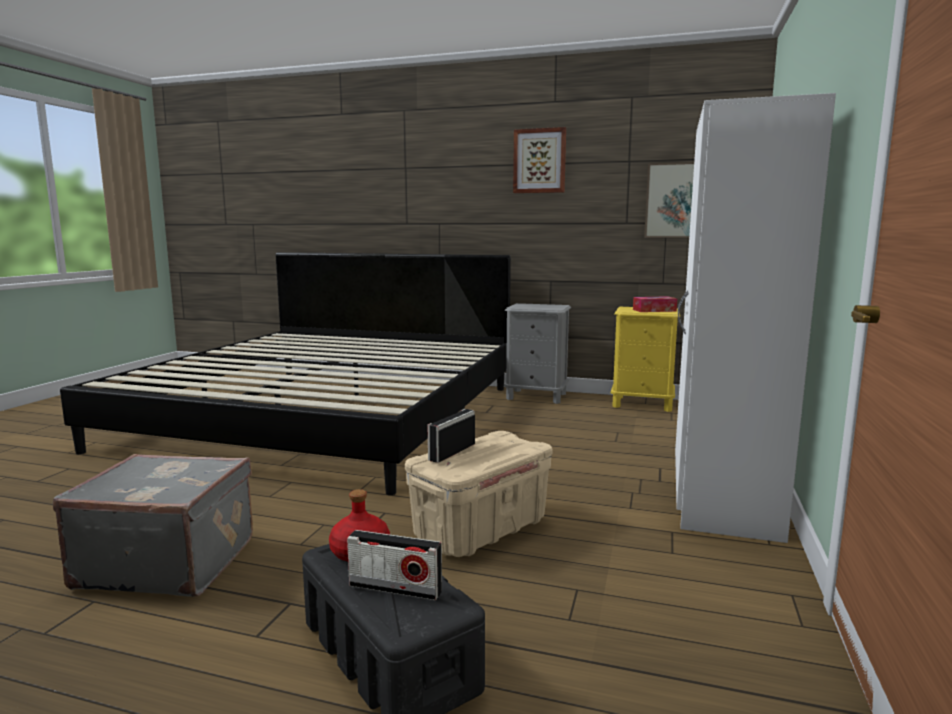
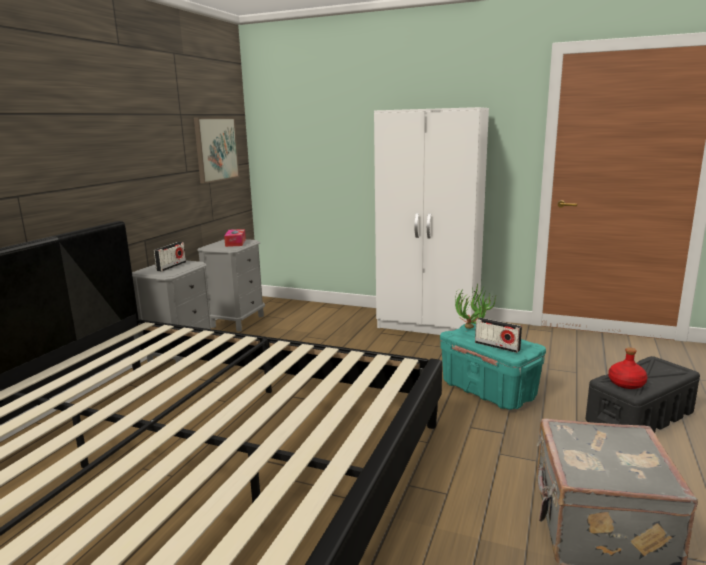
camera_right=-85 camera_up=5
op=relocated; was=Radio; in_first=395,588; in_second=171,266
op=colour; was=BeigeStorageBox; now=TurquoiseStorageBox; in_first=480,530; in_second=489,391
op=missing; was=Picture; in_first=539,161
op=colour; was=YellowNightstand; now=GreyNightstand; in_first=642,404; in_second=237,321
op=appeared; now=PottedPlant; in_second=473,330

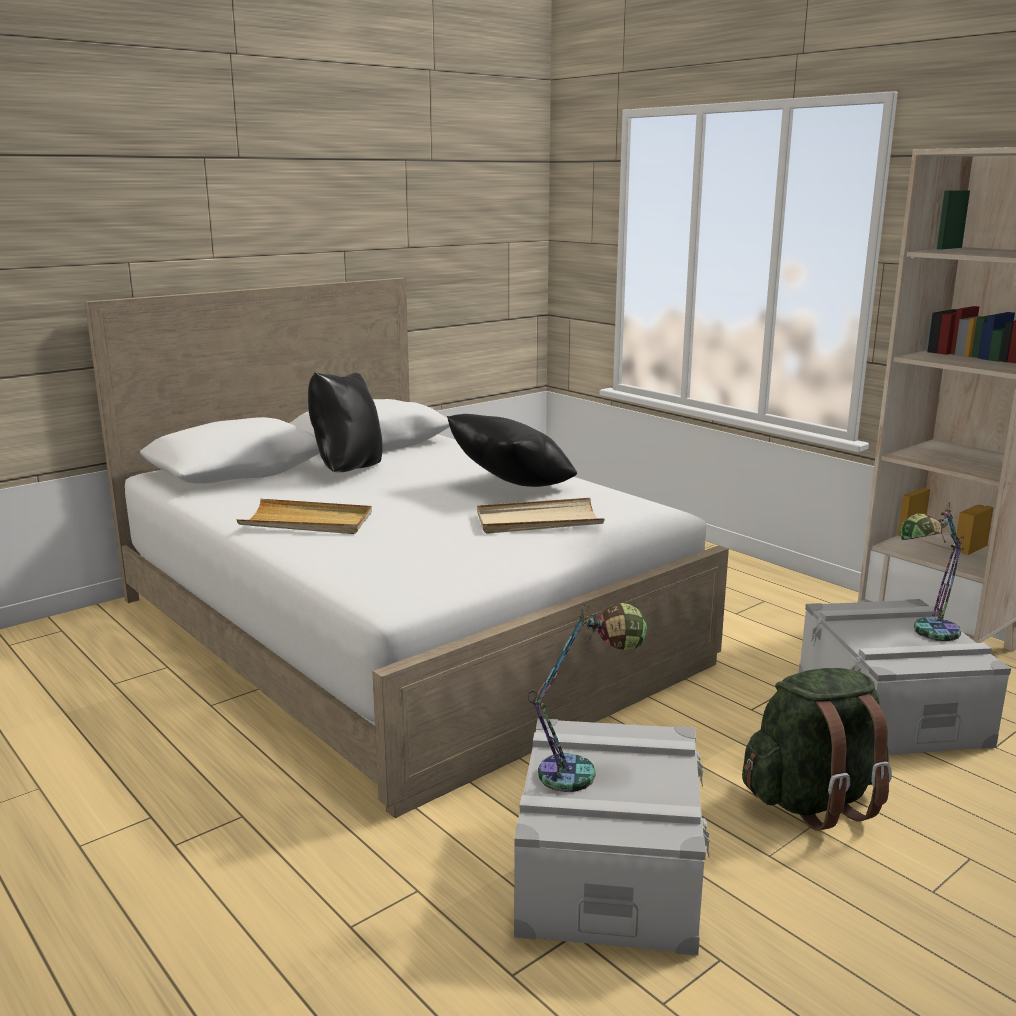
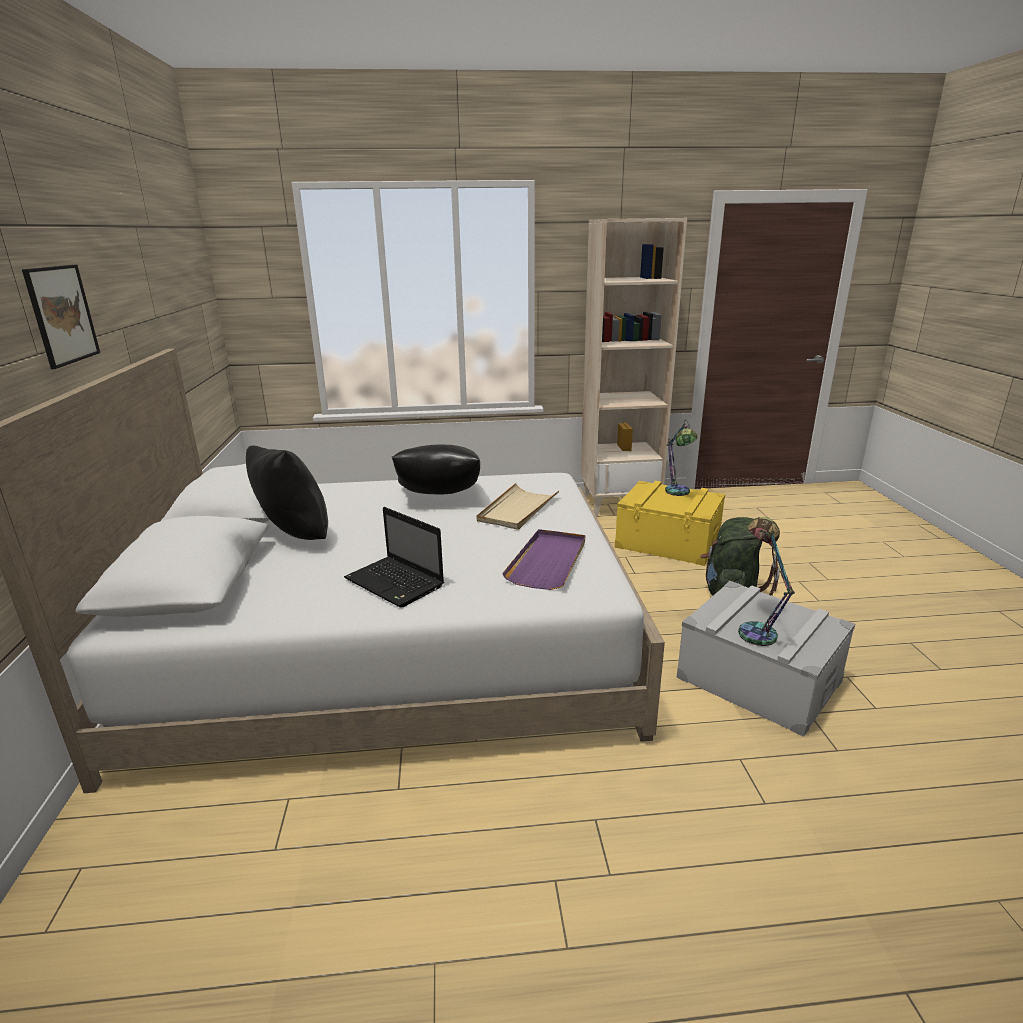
camera_right=-55 camera_up=5
op=exchanged; was=BeigeTray; now=Laptop; in_first=307,522; in_second=396,583
op=colour; was=GreyStorageBox; now=YellowStorageBox; in_first=891,709; in_second=668,541
op=appeared; now=Picture; in_second=62,315
op=appeared; now=PurpleTray; in_second=548,562

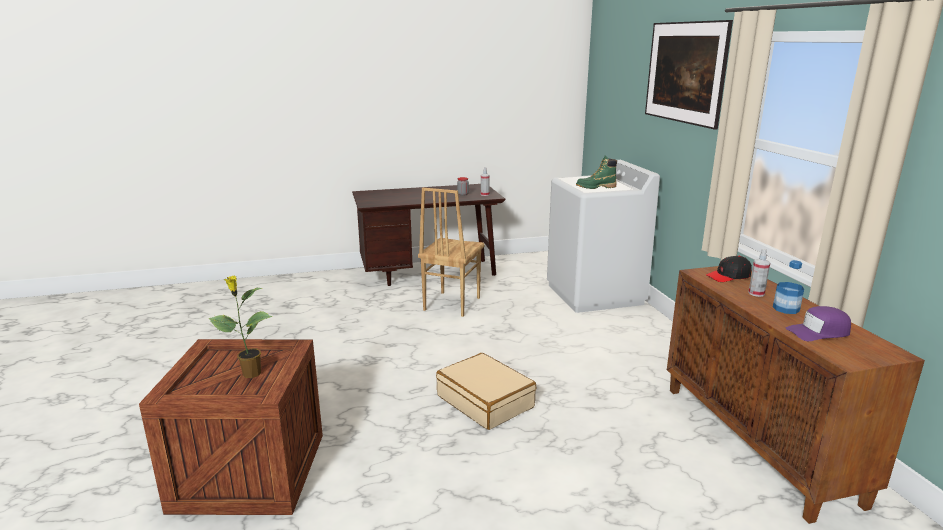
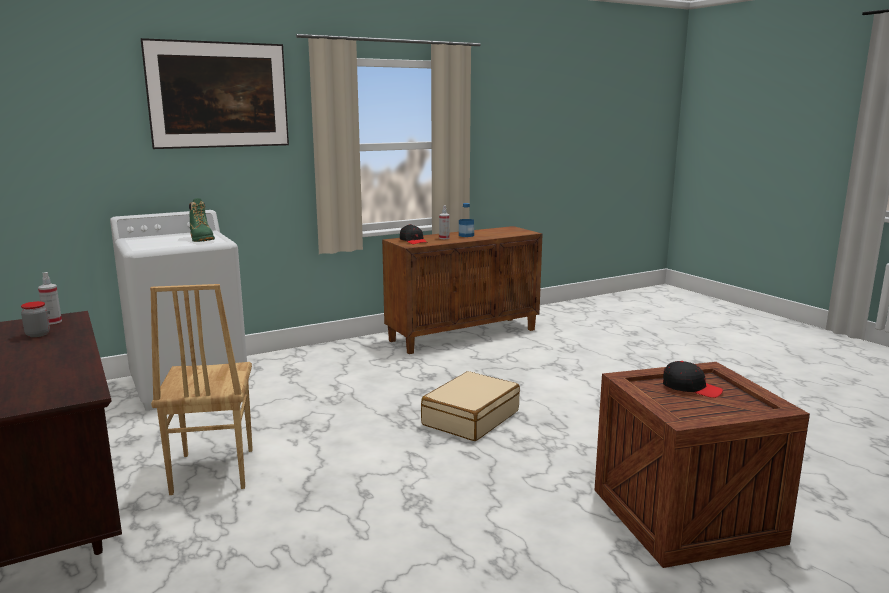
camera_right=-105 camera_up=-5
op=exchanged; was=PottedPlant; now=BlackCap; in_first=250,374; in_second=691,388
op=spun; was=BrownChair; in_first=451,304; in_second=211,471; clockwise=75
op=missing; was=PurpleCap; in_first=818,332

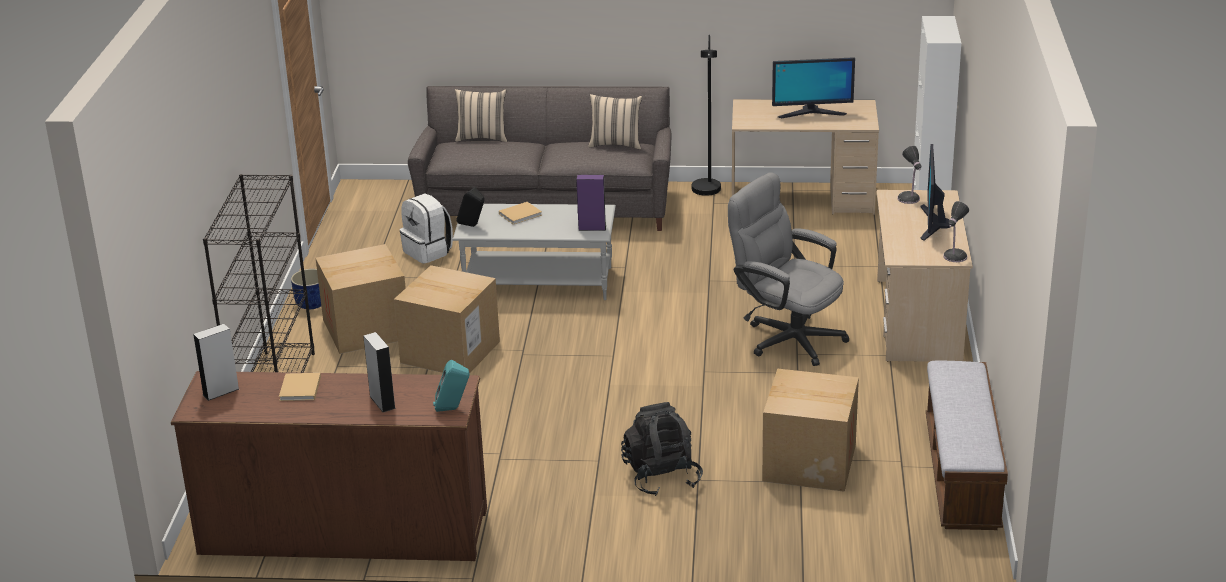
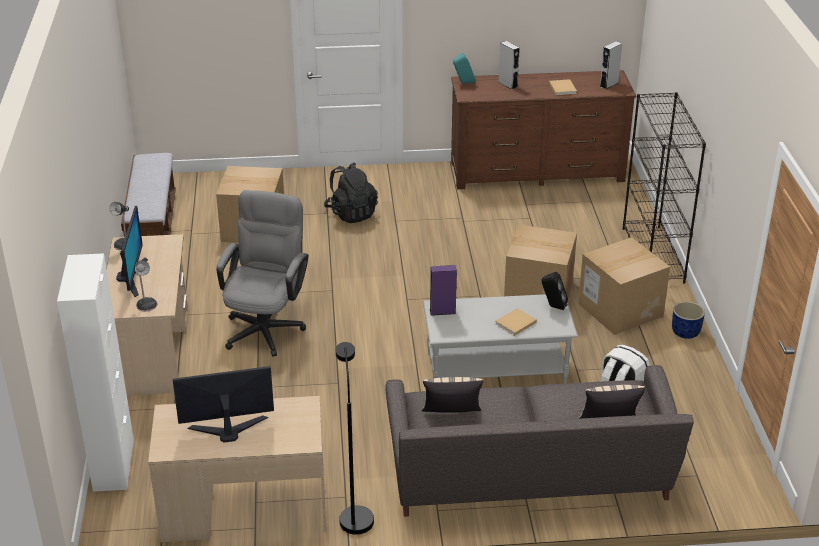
camera_right=170 camera_up=5
op=spun; was=GreyOfficeChair; in_first=786,337; in_second=266,326; clockwise=-105

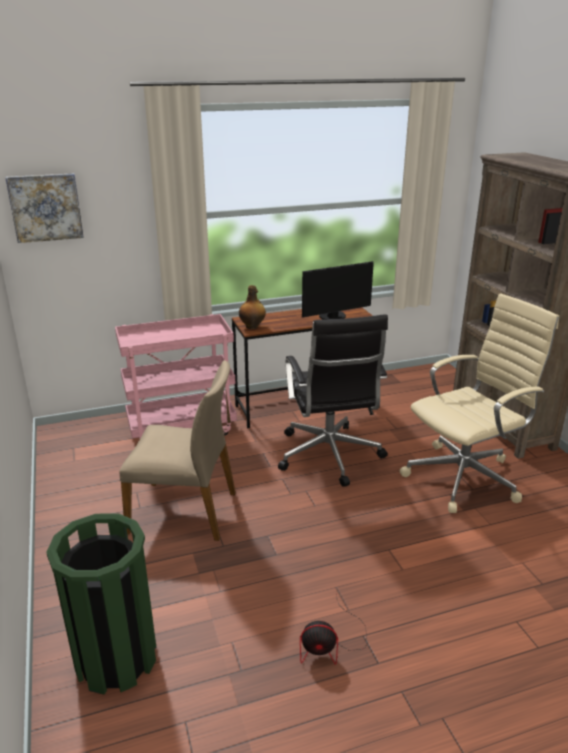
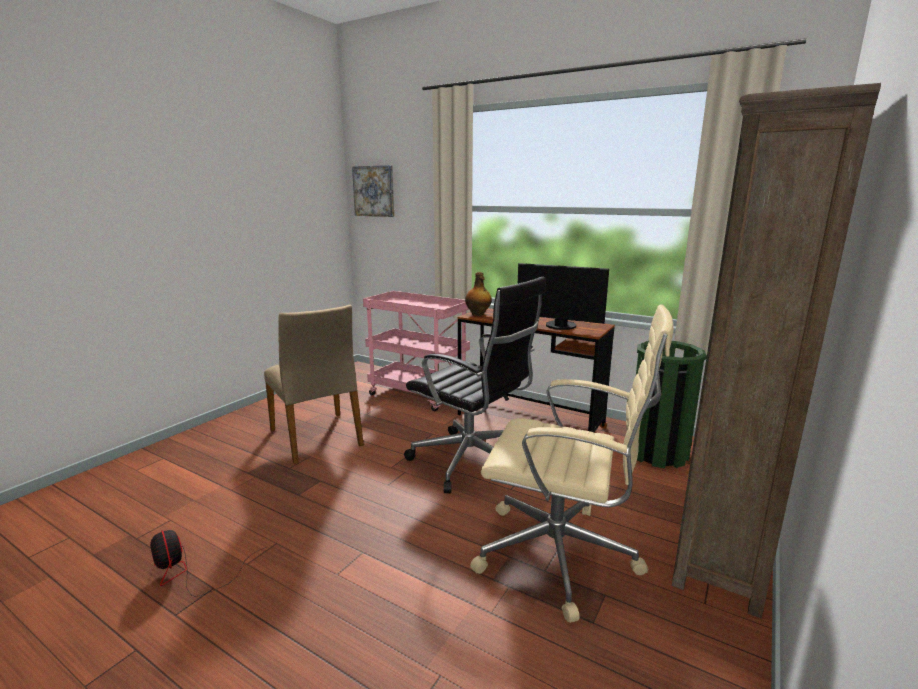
camera_right=50 camera_up=-10
op=relocated; was=GreenTrashCan; in_first=116,658; in_second=657,453
op=spun; was=BlackOfficeChair; in_first=329,456; in_second=472,462; clockwise=-90

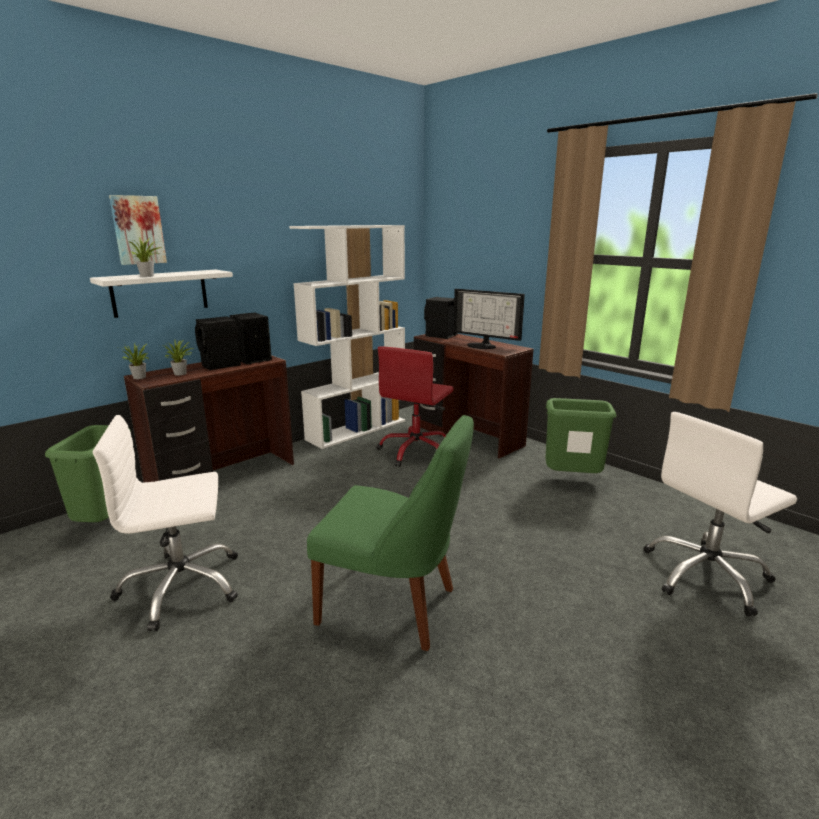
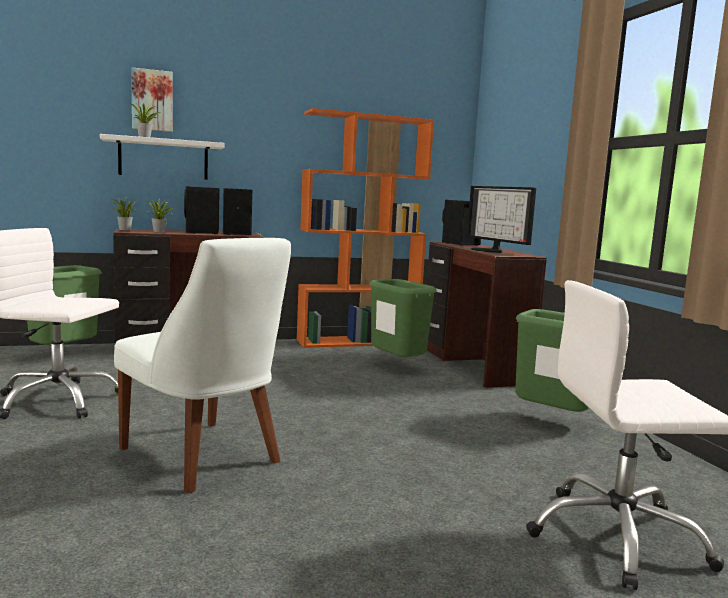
camera_right=25 camera_up=-10
op=colour; was=WhiteBookcase; now=OrangeBookcase; in_first=357,429; in_second=358,341
op=colour; was=GreenChair; now=WhiteChair; in_first=393,607; in_second=204,457
op=exchanged; was=RedOfficeChair; now=GreenTrashCan; in_first=416,451; in_second=396,366

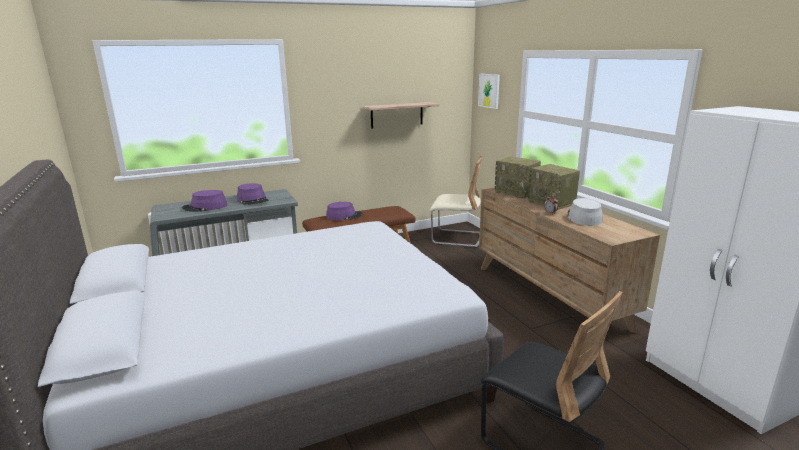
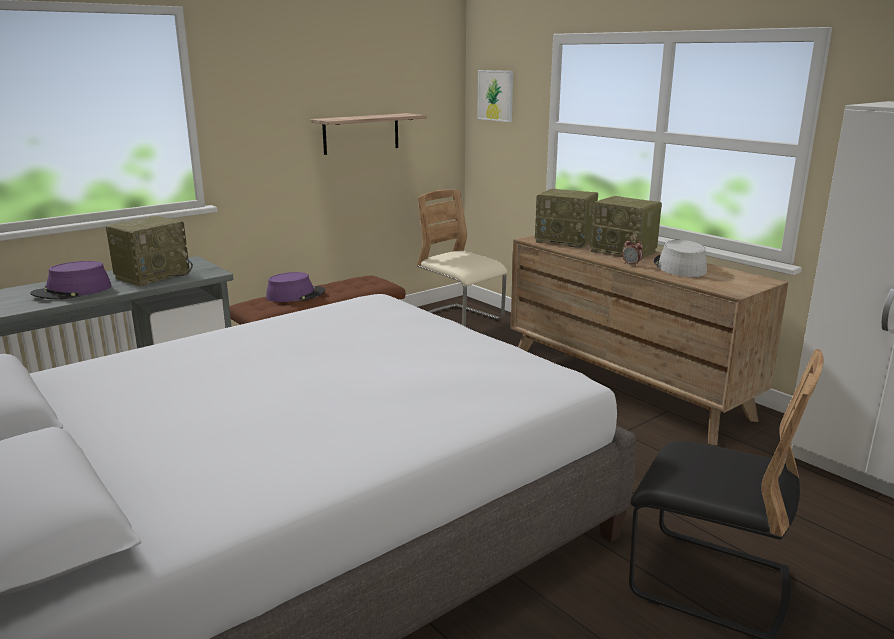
camera_right=-15 camera_up=0
op=exchanged; was=PurpleHat; now=Radio; in_first=253,200; in_second=153,275
op=spun; was=BeigeChair; in_first=456,238; in_second=459,320; clockwise=-135

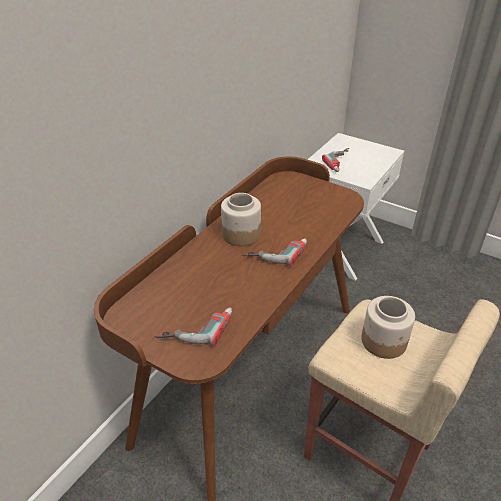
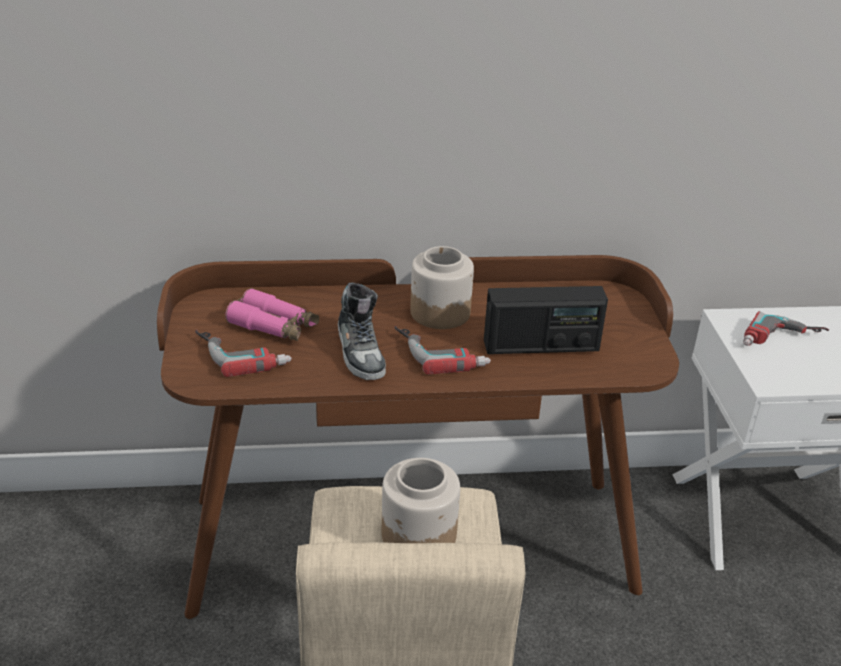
camera_right=50 camera_up=-5
op=appeared; now=PinkBinoculars; in_second=274,326
op=appeared; now=Shoe; in_second=360,352
op=appeared; now=Radio; in_second=541,346

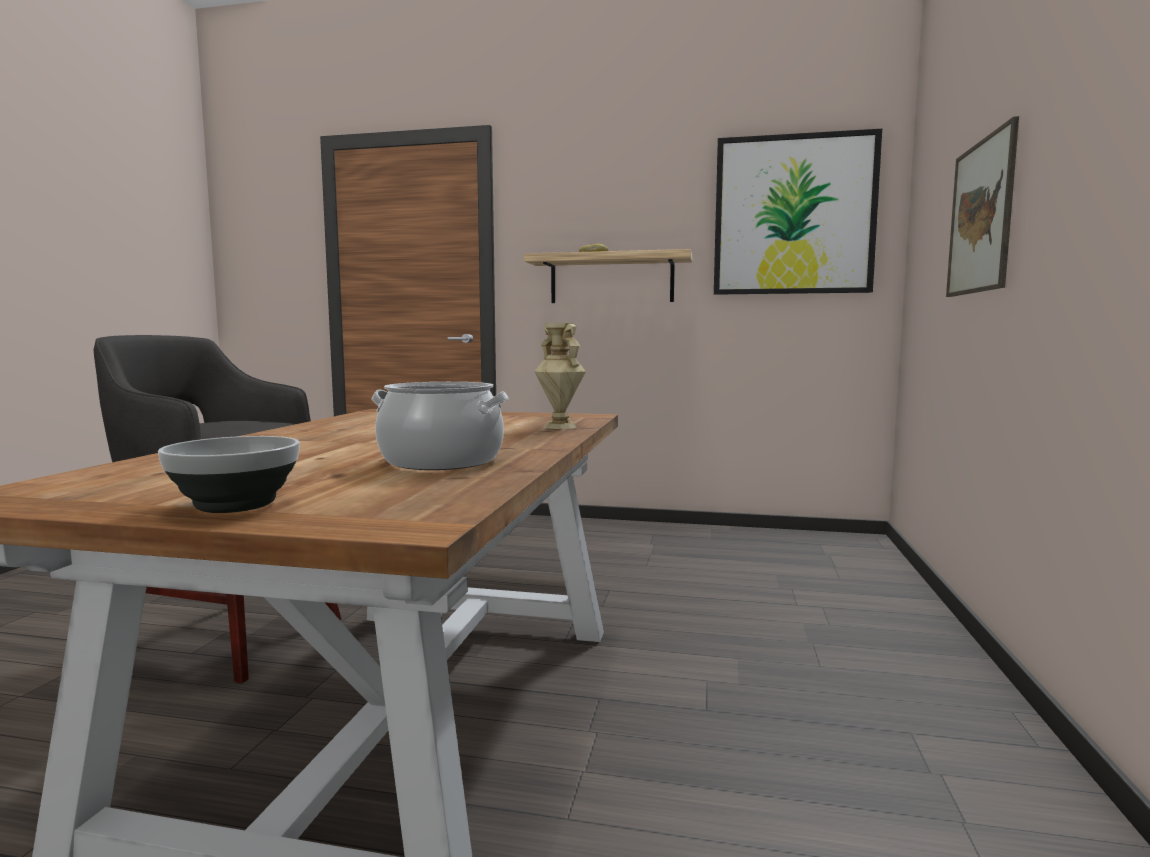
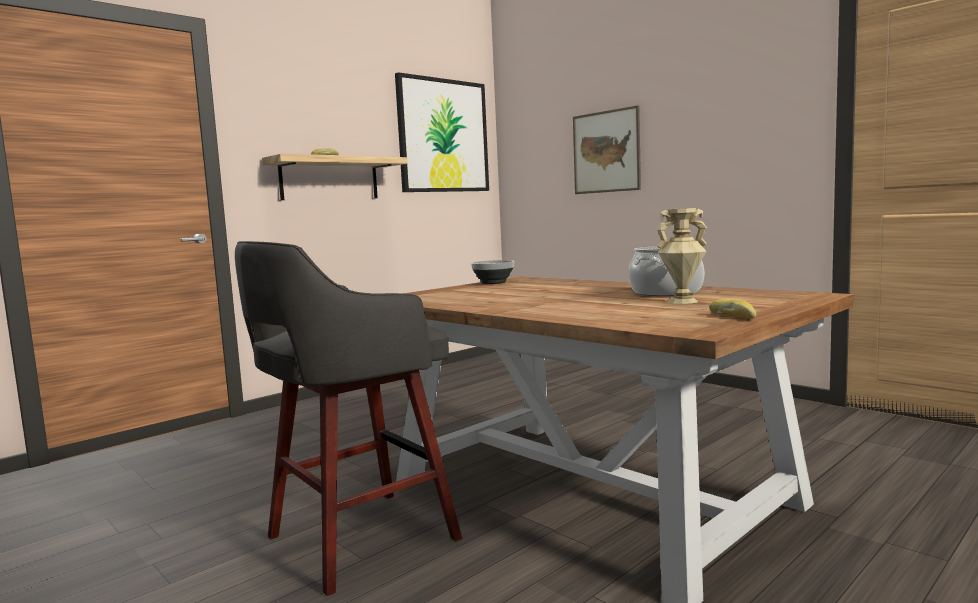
camera_right=-55 camera_up=0
op=relocated; was=Bowl; in_first=234,505; in_second=494,282
op=relocated; was=BeigeVase; in_first=559,426; in_second=682,301
op=appeared; now=Bread; in_second=733,316

